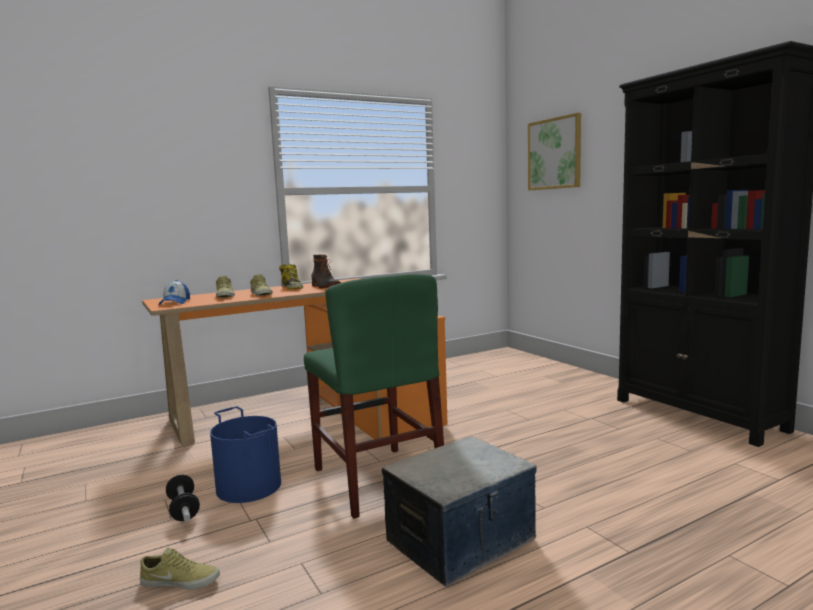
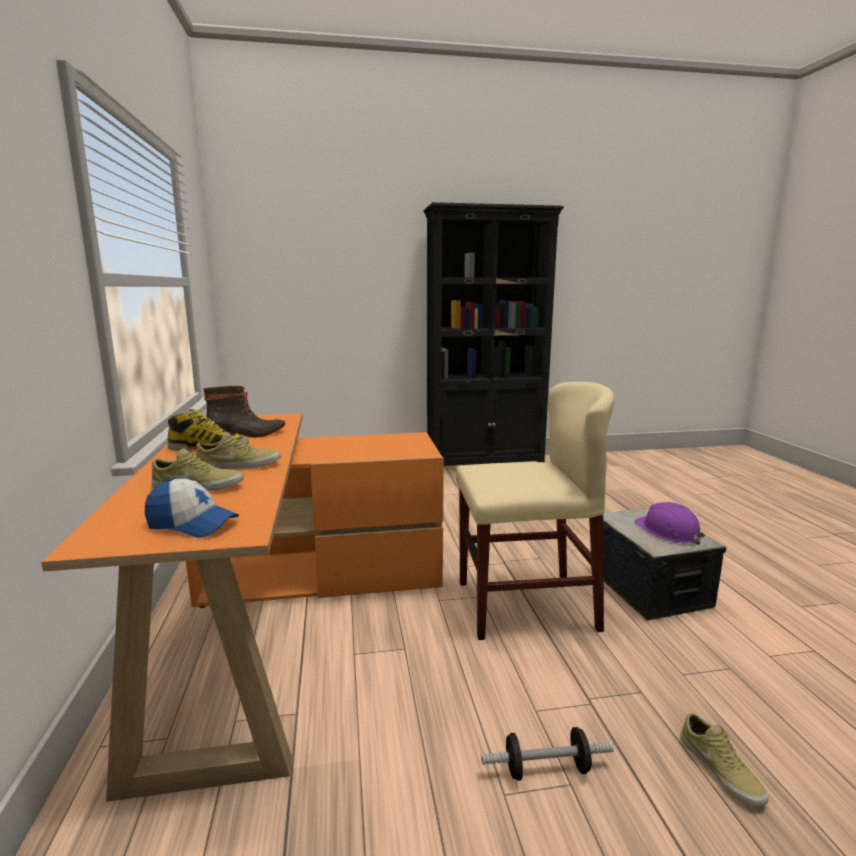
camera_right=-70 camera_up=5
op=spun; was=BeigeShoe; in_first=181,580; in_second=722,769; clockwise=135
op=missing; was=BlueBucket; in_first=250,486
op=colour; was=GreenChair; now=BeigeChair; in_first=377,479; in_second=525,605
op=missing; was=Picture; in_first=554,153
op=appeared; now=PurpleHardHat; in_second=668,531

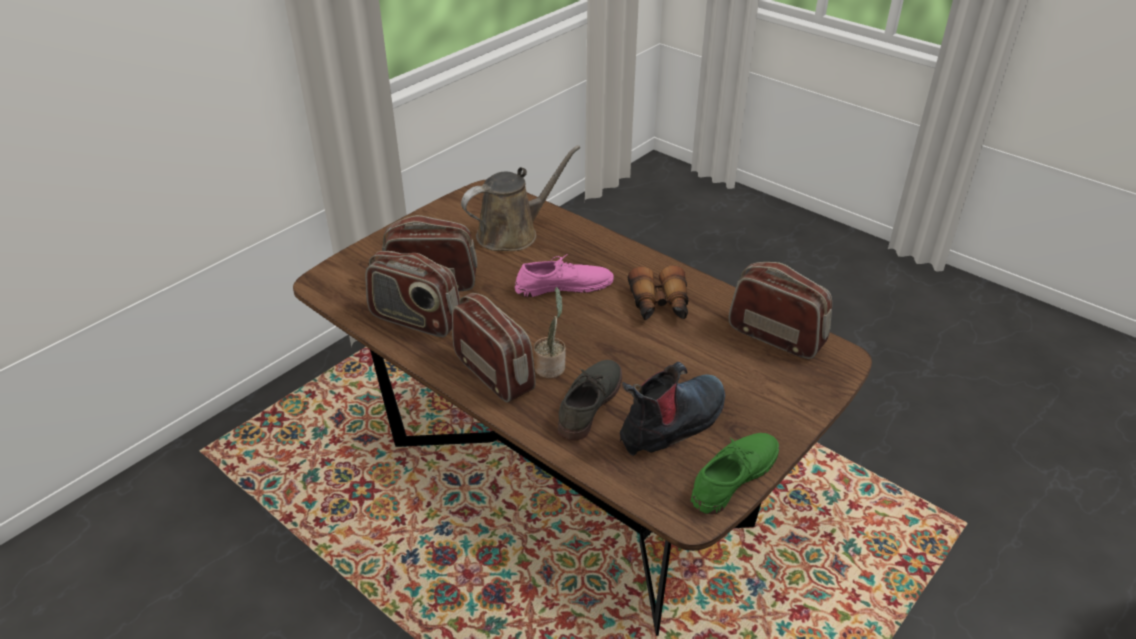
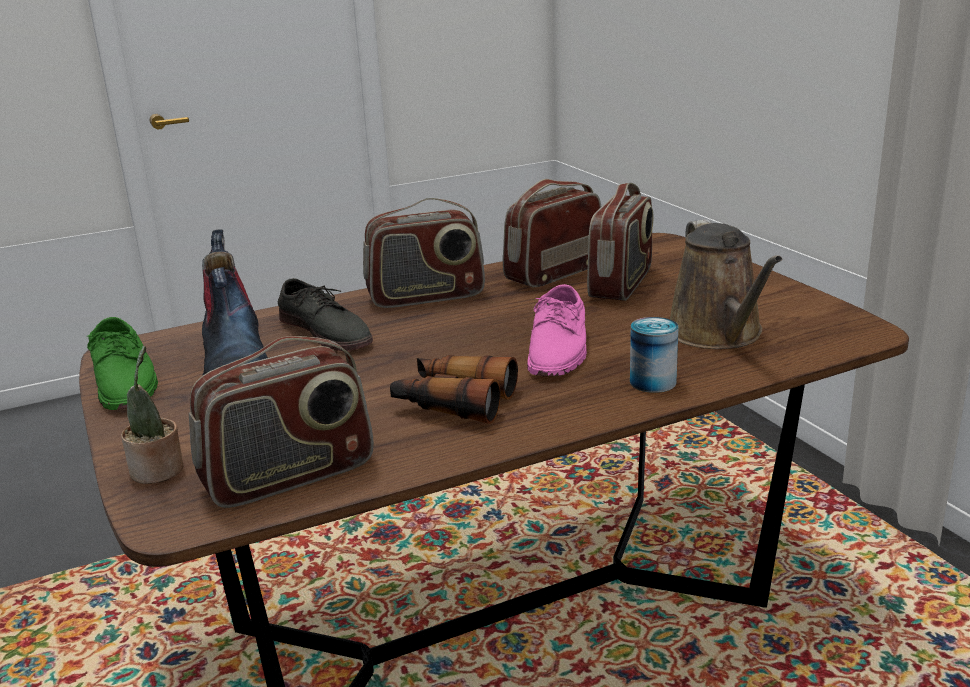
camera_right=115 camera_up=-15
op=relocated; was=PottedPlant; in_first=550,366; in_second=158,471
op=appeared; now=Can; in_second=652,382

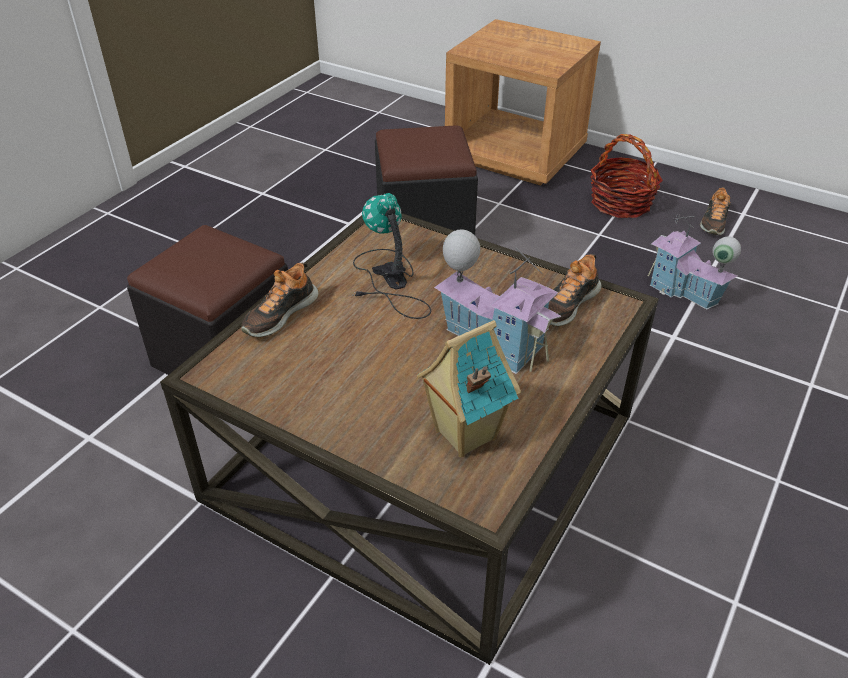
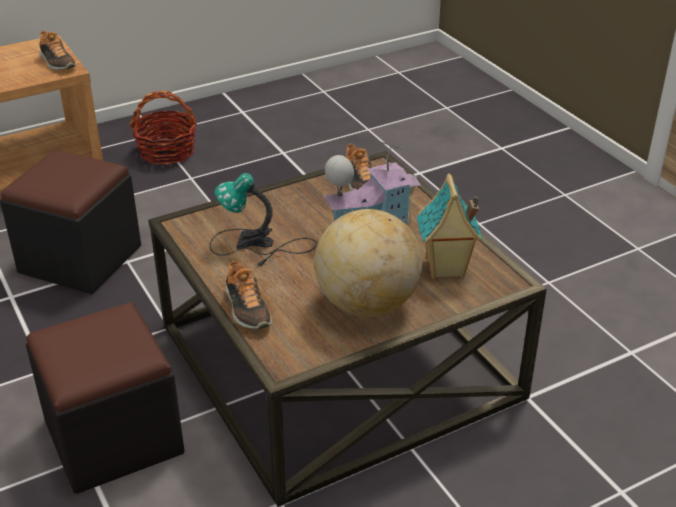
camera_right=-60 camera_up=-5
op=missing; was=ToyHouse; in_first=683,291
op=relocated; was=Shoe; in_first=713,222; in_second=57,62
op=appeared; now=Globe; in_second=367,304

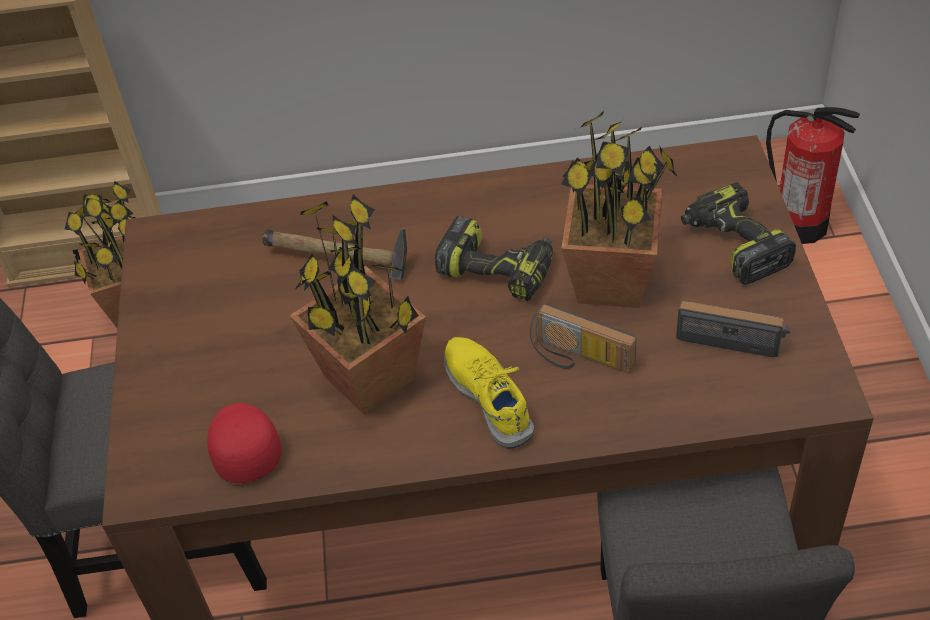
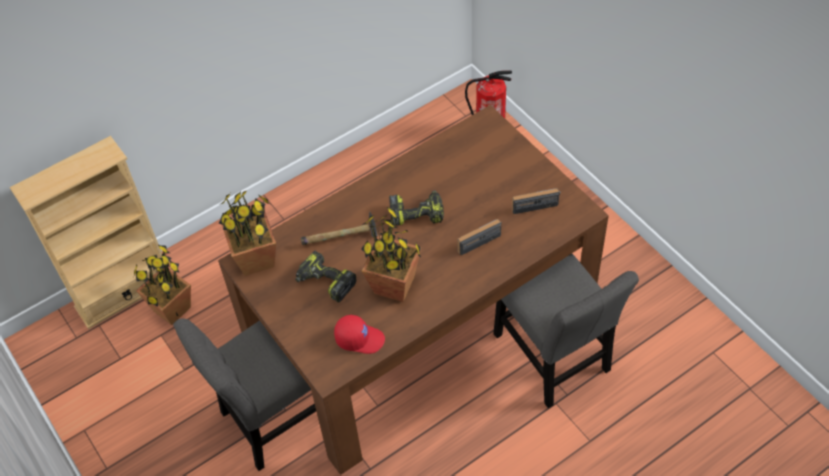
camera_right=-30 camera_up=5
op=spun; was=RedCap; in_first=242,447; in_second=359,338; clockwise=150
op=missing; was=YellowShoe; in_first=490,396
op=spun; was=Radio; in_first=578,358; in_second=478,239; clockwise=150
op=relocated; was=PottedPlant; in_first=611,282; in_second=255,259
op=relocated; was=PowerDrill; in_first=733,245; in_second=325,282

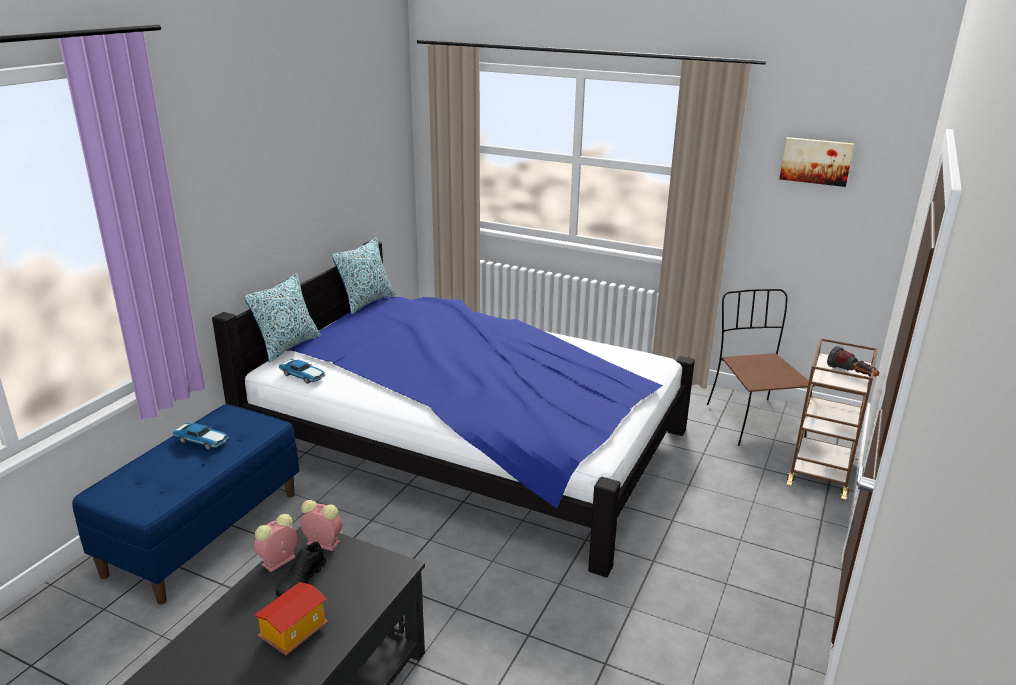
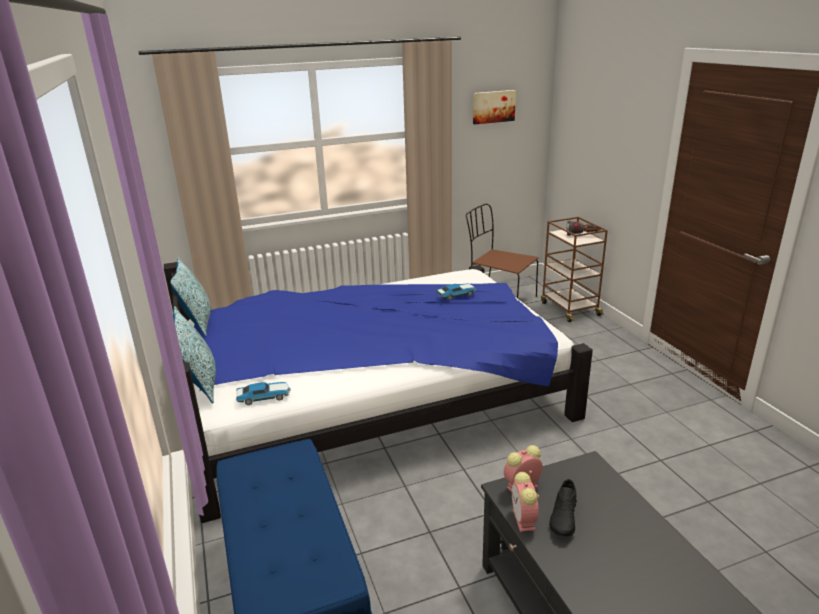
camera_right=-45 camera_up=0
op=relocated; was=ToyCar; in_first=202,441; in_second=456,295
op=missing; was=ToyHouse; in_first=294,632
op=spun; was=BlackShoe; in_first=301,581; in_second=564,518; clockwise=45

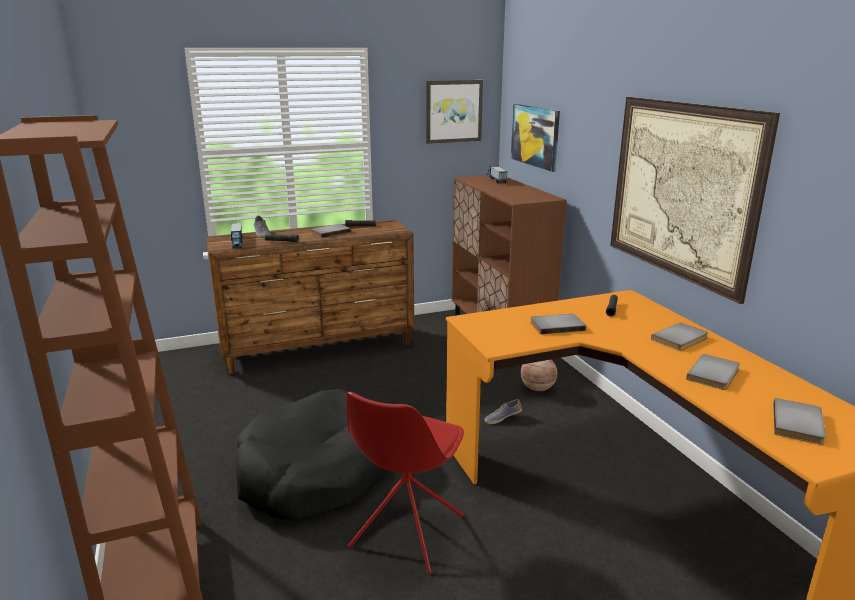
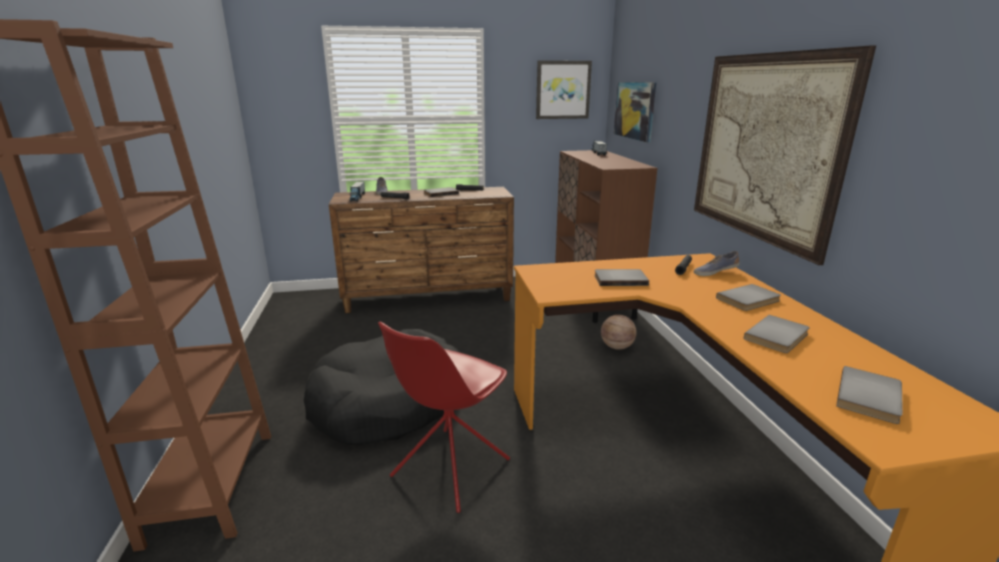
camera_right=10 camera_up=0
op=relocated; was=Shoe; in_first=502,418; in_second=715,272

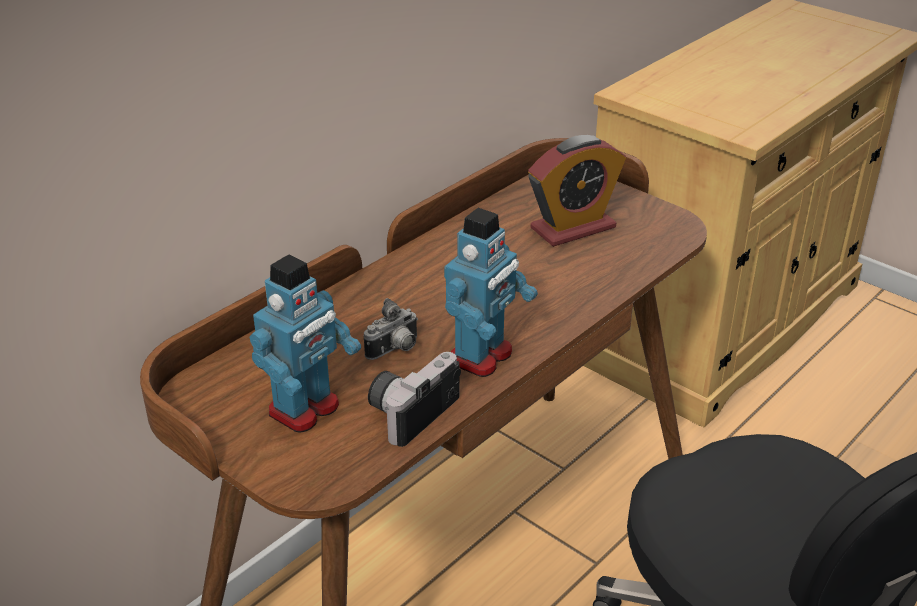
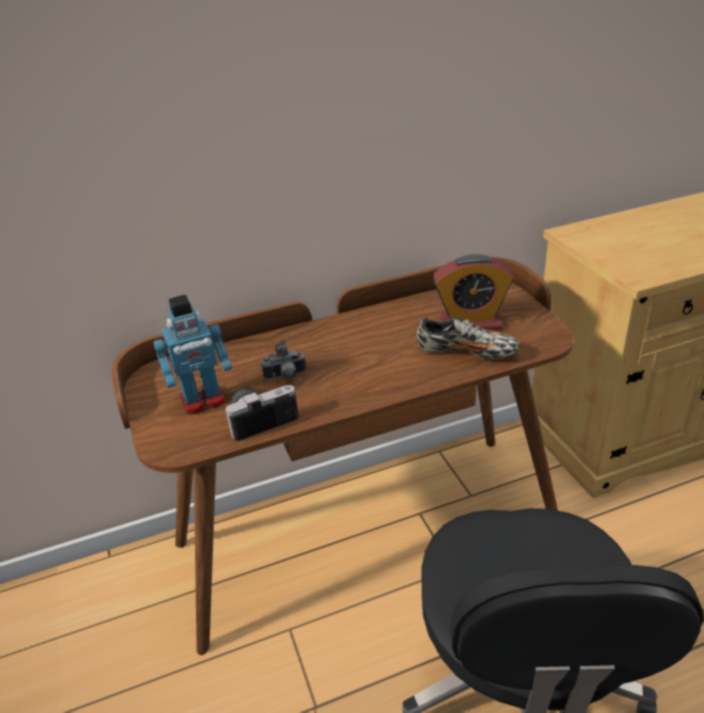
camera_right=30 camera_up=0
op=missing; was=ToyRobot; in_first=482,357
op=appeared; now=Shoe; in_second=466,353

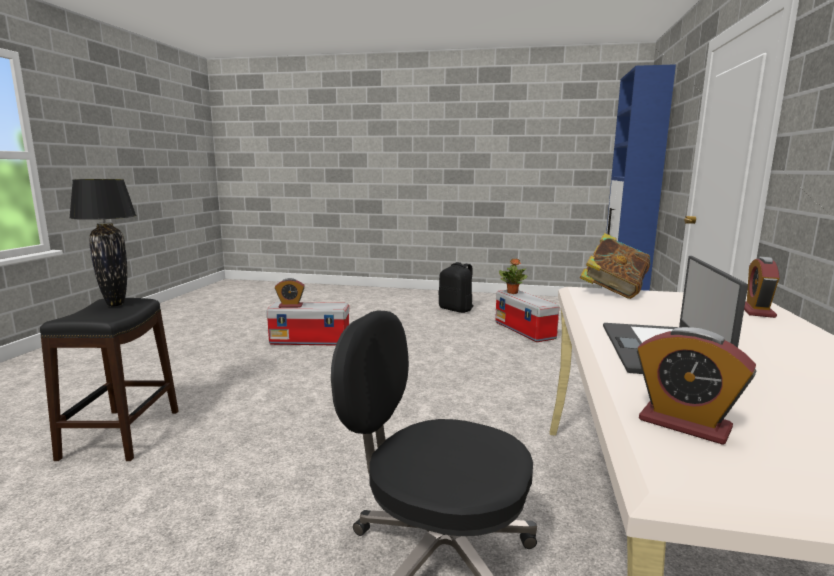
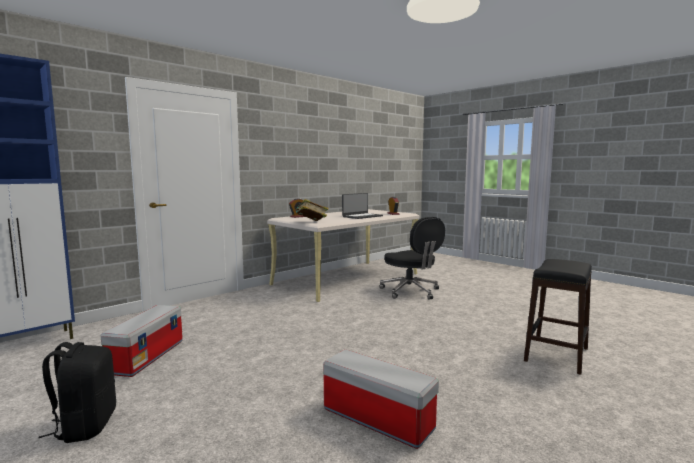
camera_right=-145 camera_up=-5
op=missing; was=BlackTableLamp; in_first=115,304
op=missing; was=AlarmClock; in_first=290,306
op=missing; was=PottedPlant; in_first=512,292

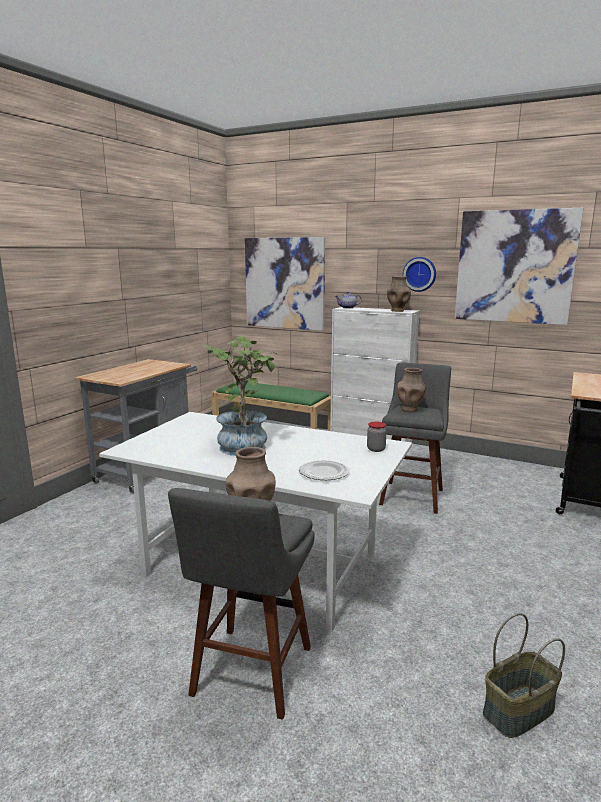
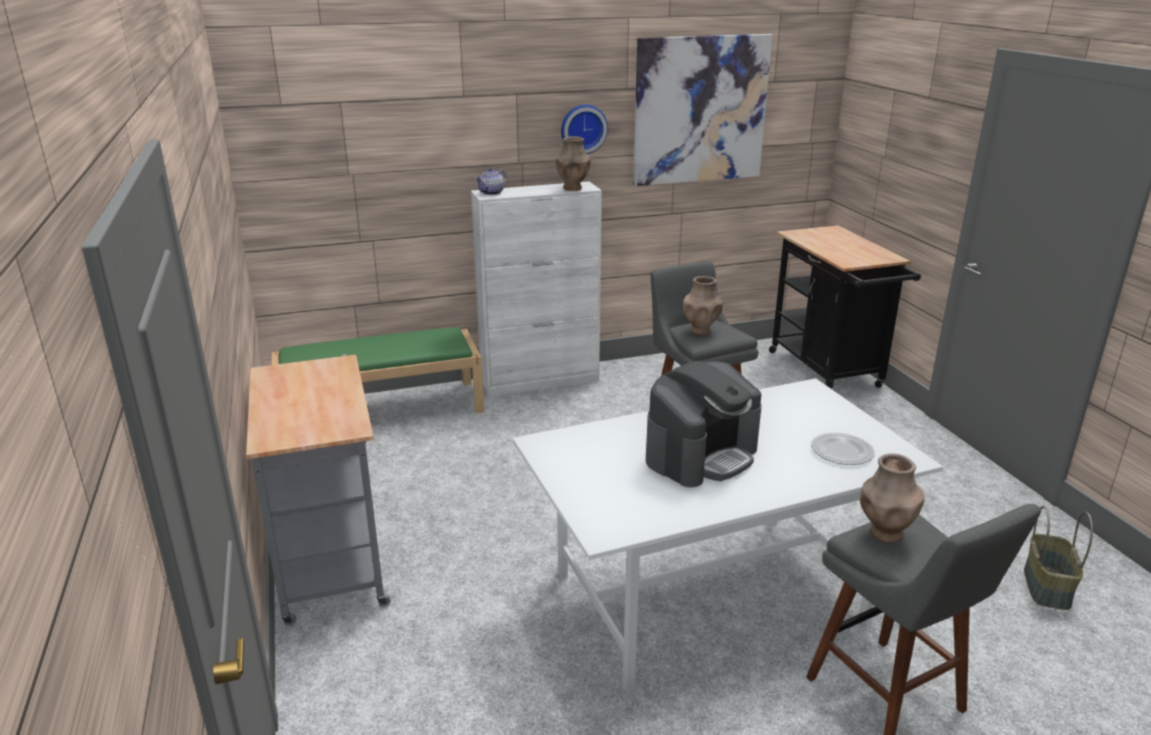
camera_right=-45 camera_up=10
op=exchanged; was=PottedPlant; now=CoffeeMachine; in_first=245,444; in_second=701,455
op=missing; was=Picture; in_first=284,283
op=missing; was=Jar; in_first=376,449

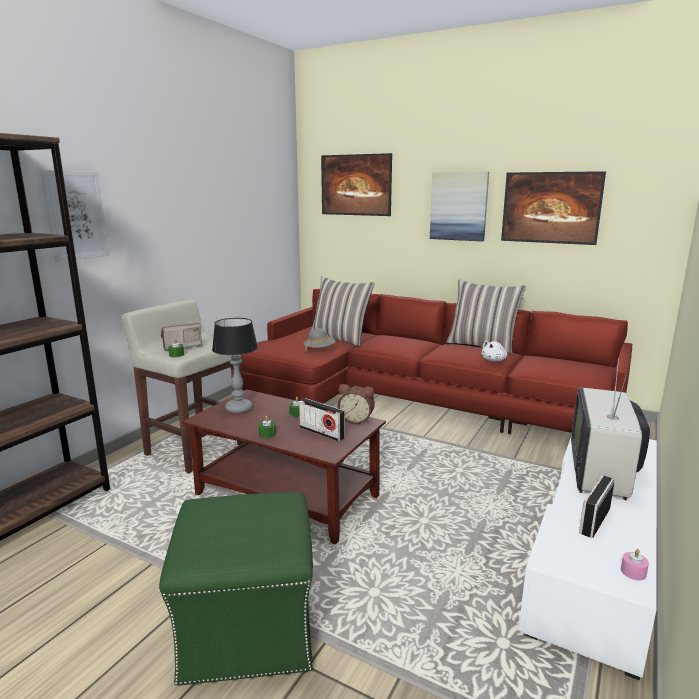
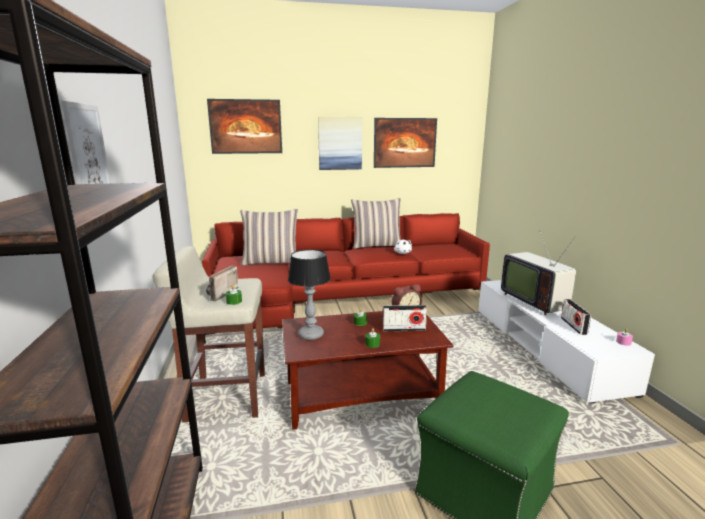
camera_right=-40 camera_up=0
op=missing; was=GreyHat; in_first=319,349

